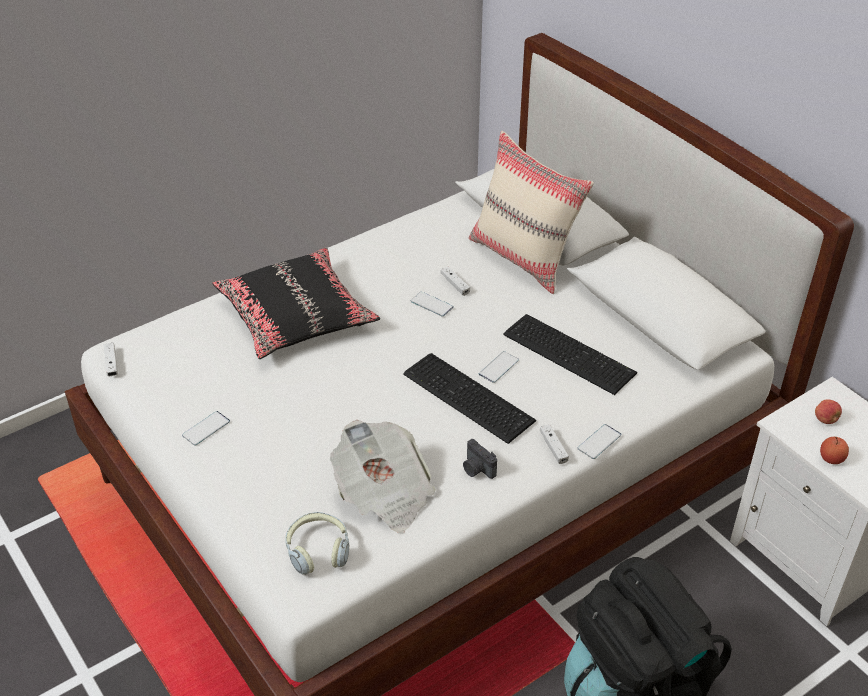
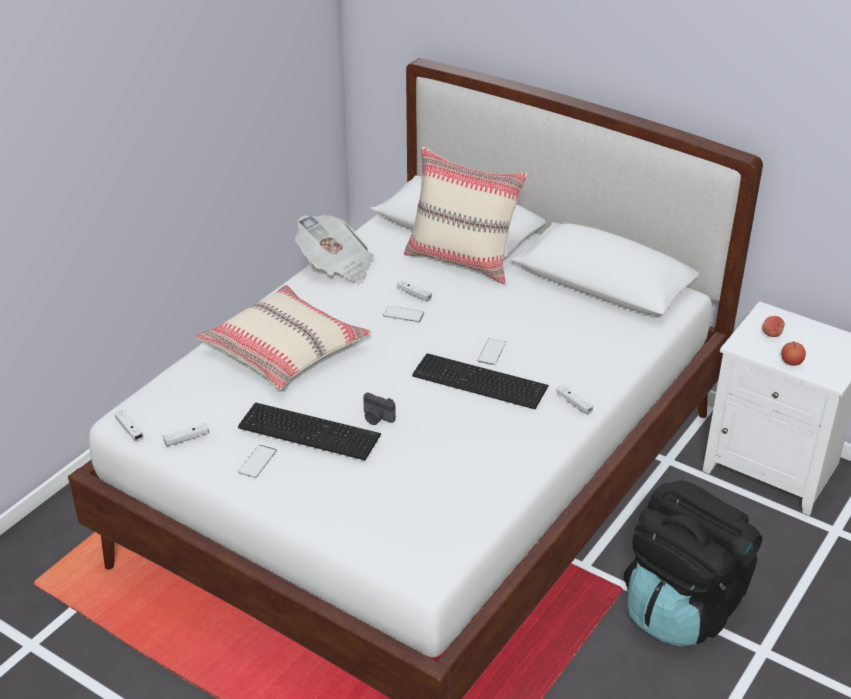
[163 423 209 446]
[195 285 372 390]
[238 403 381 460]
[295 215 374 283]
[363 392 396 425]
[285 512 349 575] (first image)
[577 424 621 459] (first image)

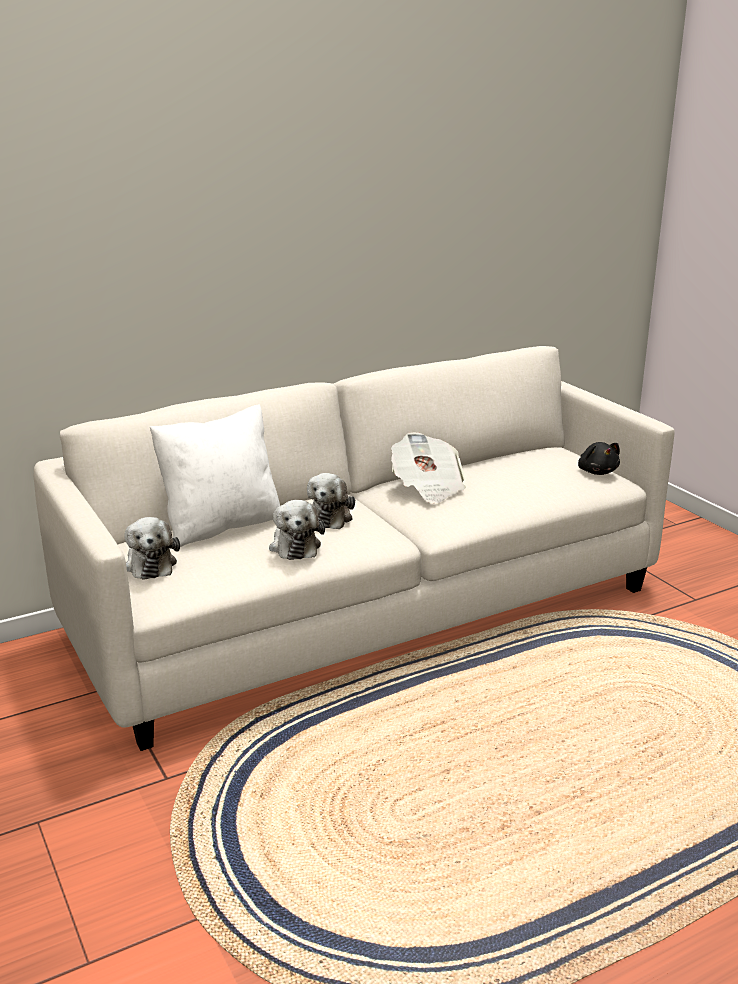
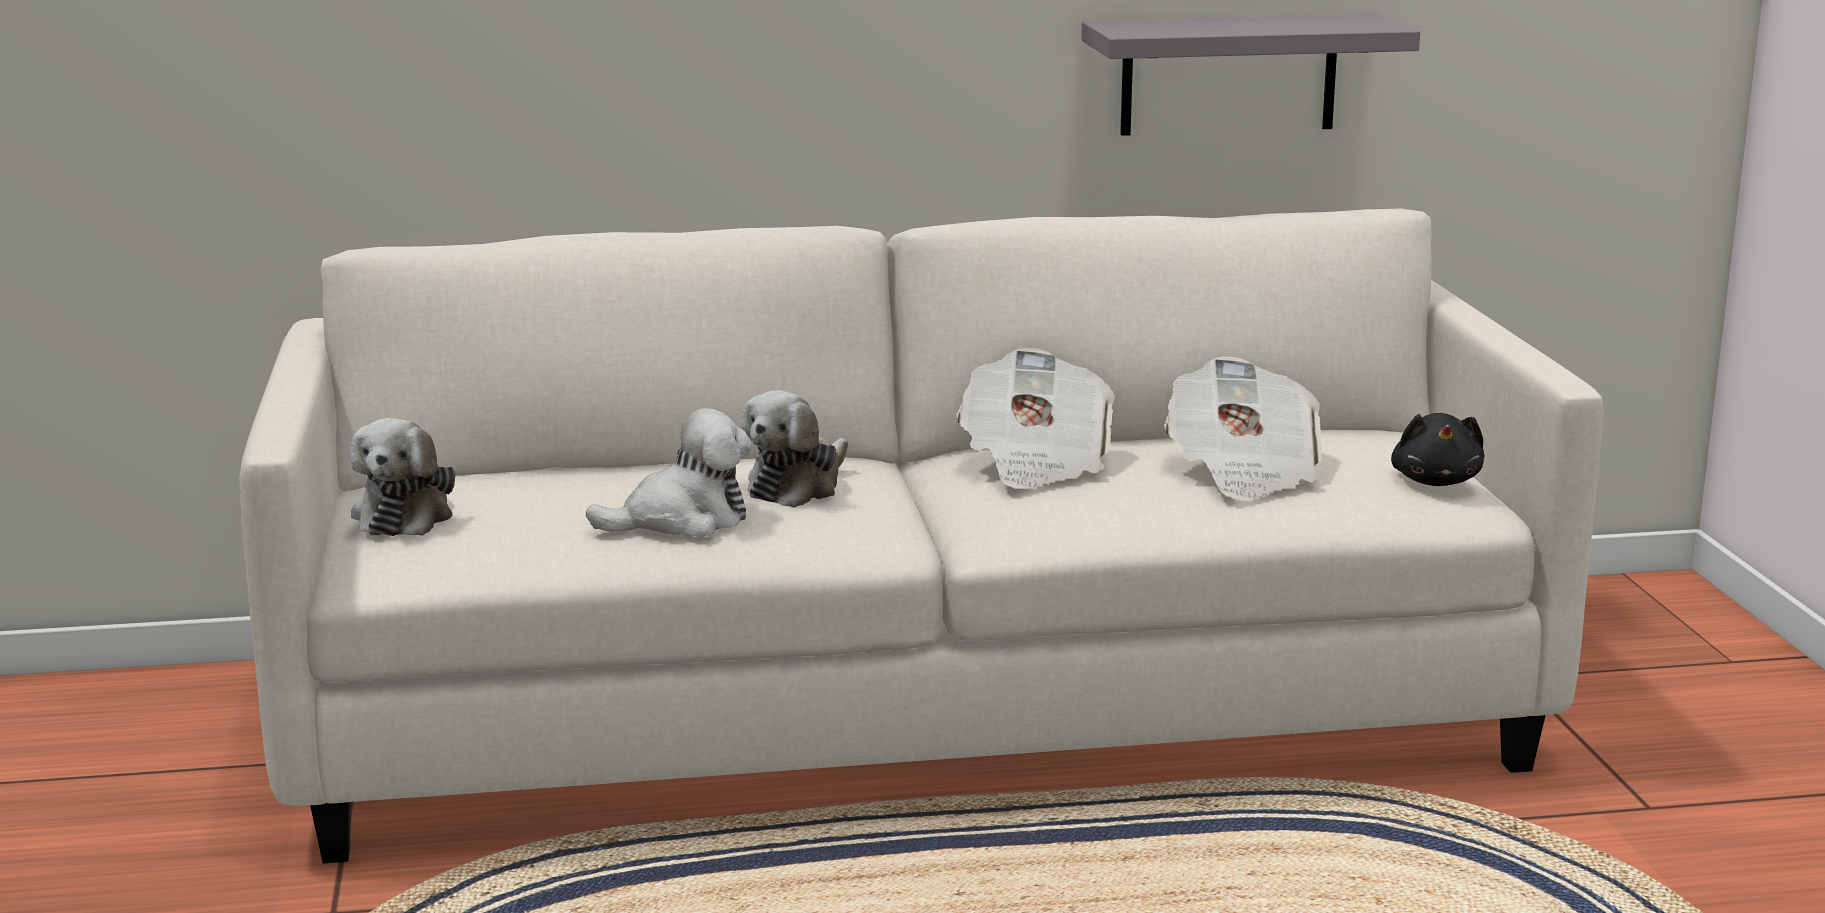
[586 408 753 537]
[1081 15 1420 136]
[1164 356 1322 500]
[150 405 280 547] (first image)

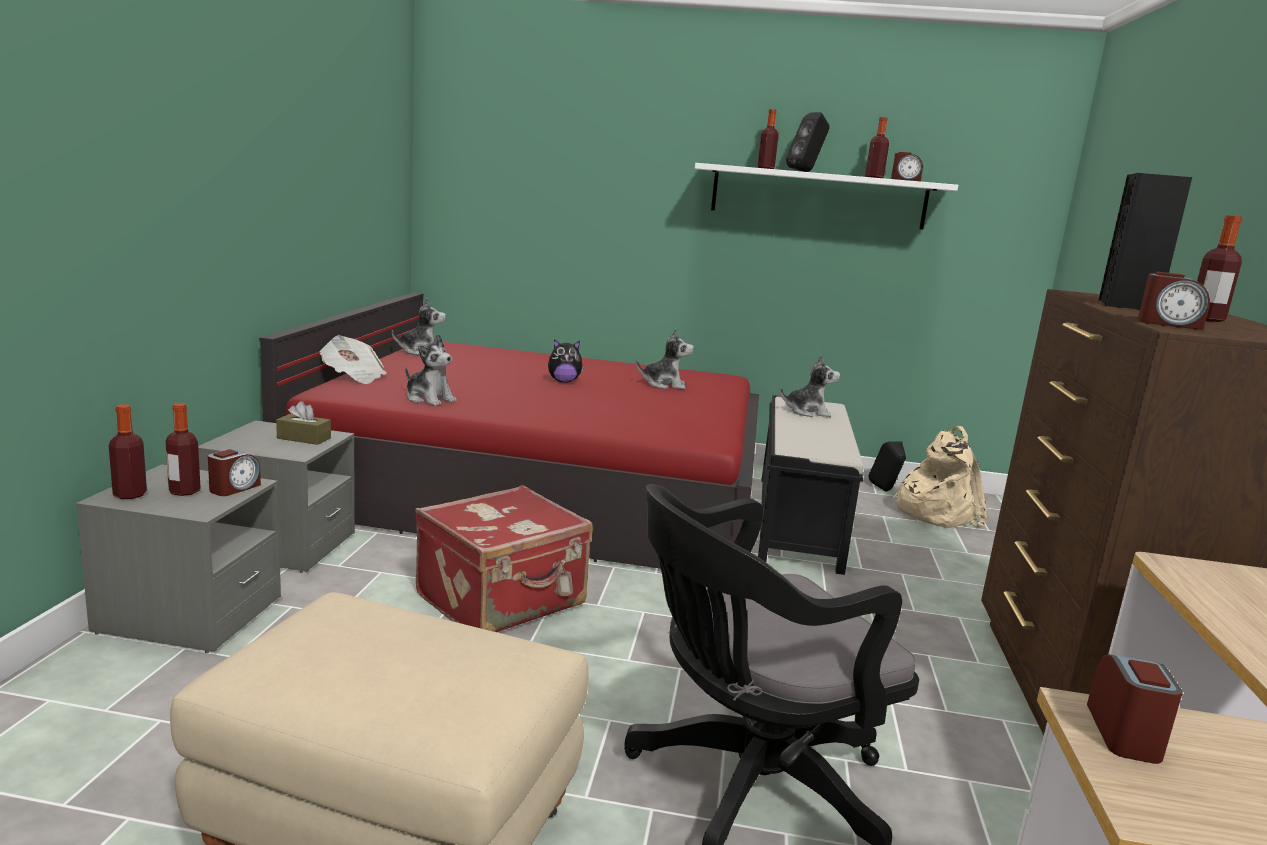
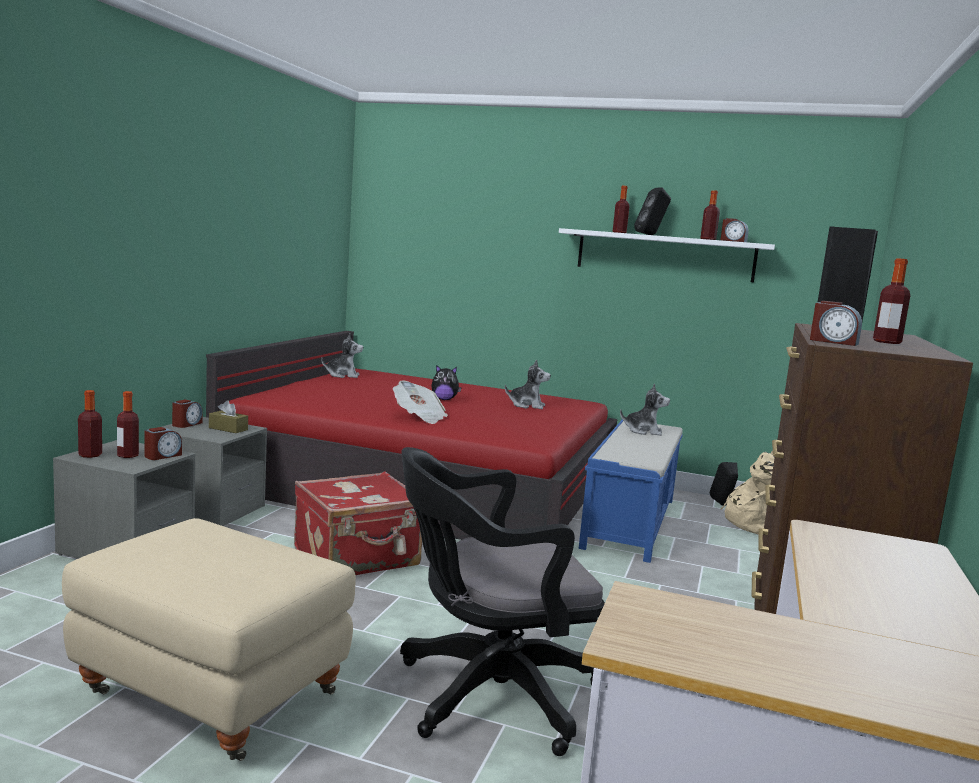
[172 399 203 428]
[393 381 448 424]
[579 420 683 563]
[405 334 457 406] (first image)

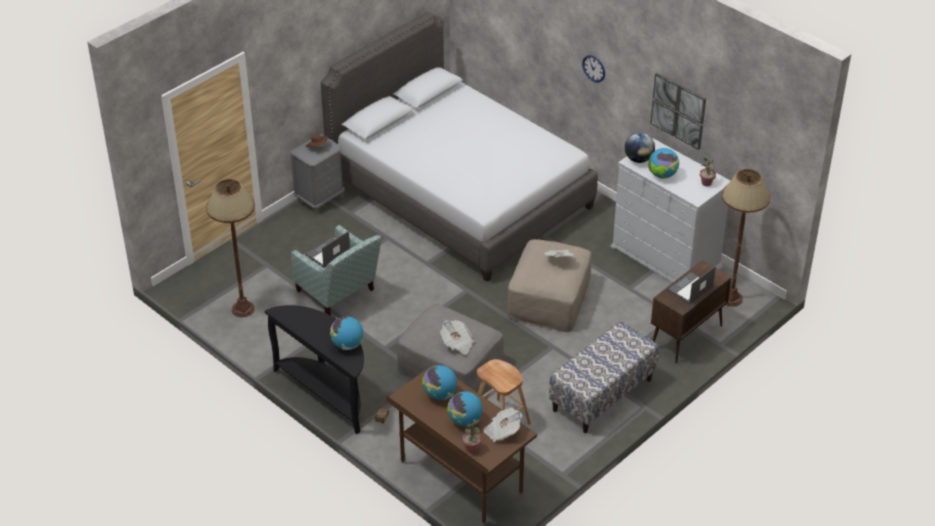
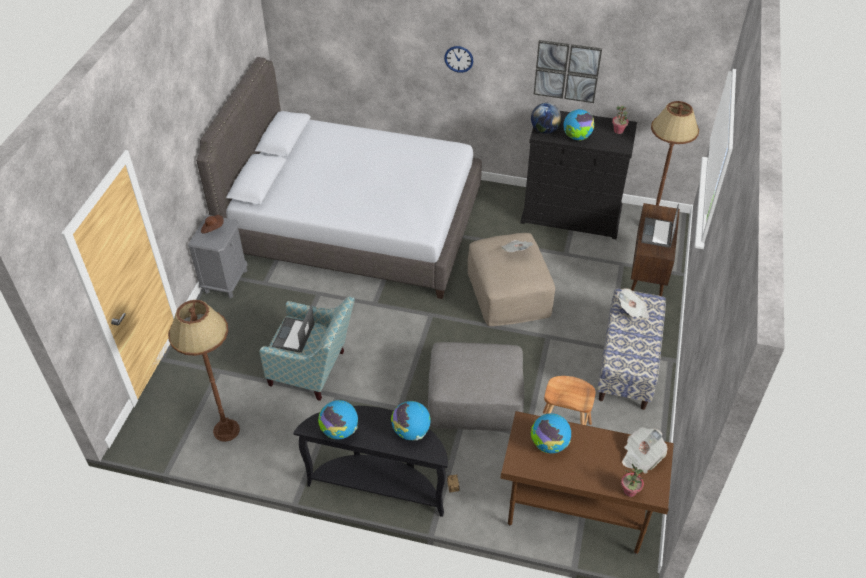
[318 400 358 439]
[520 111 637 239]
[617 288 650 319]

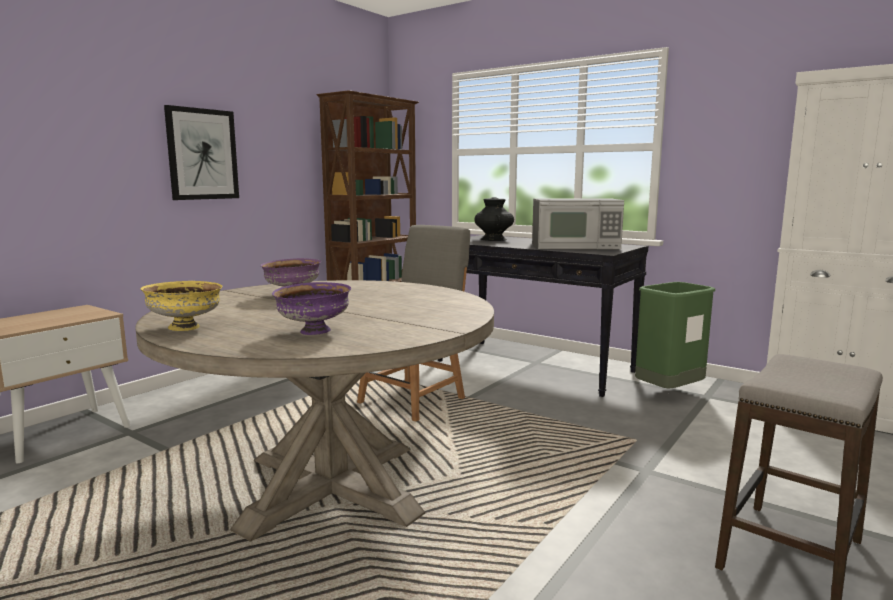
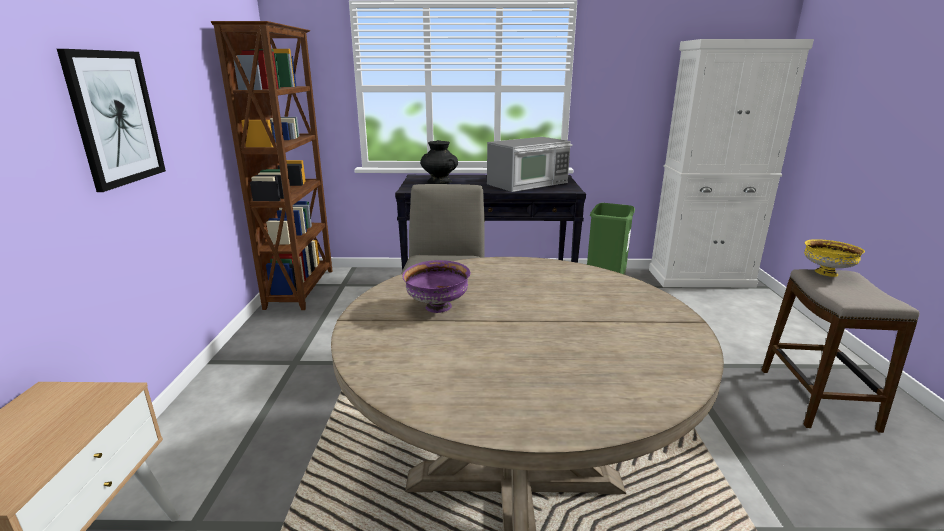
[804 239 865 277]
[272 282 351 335] (first image)

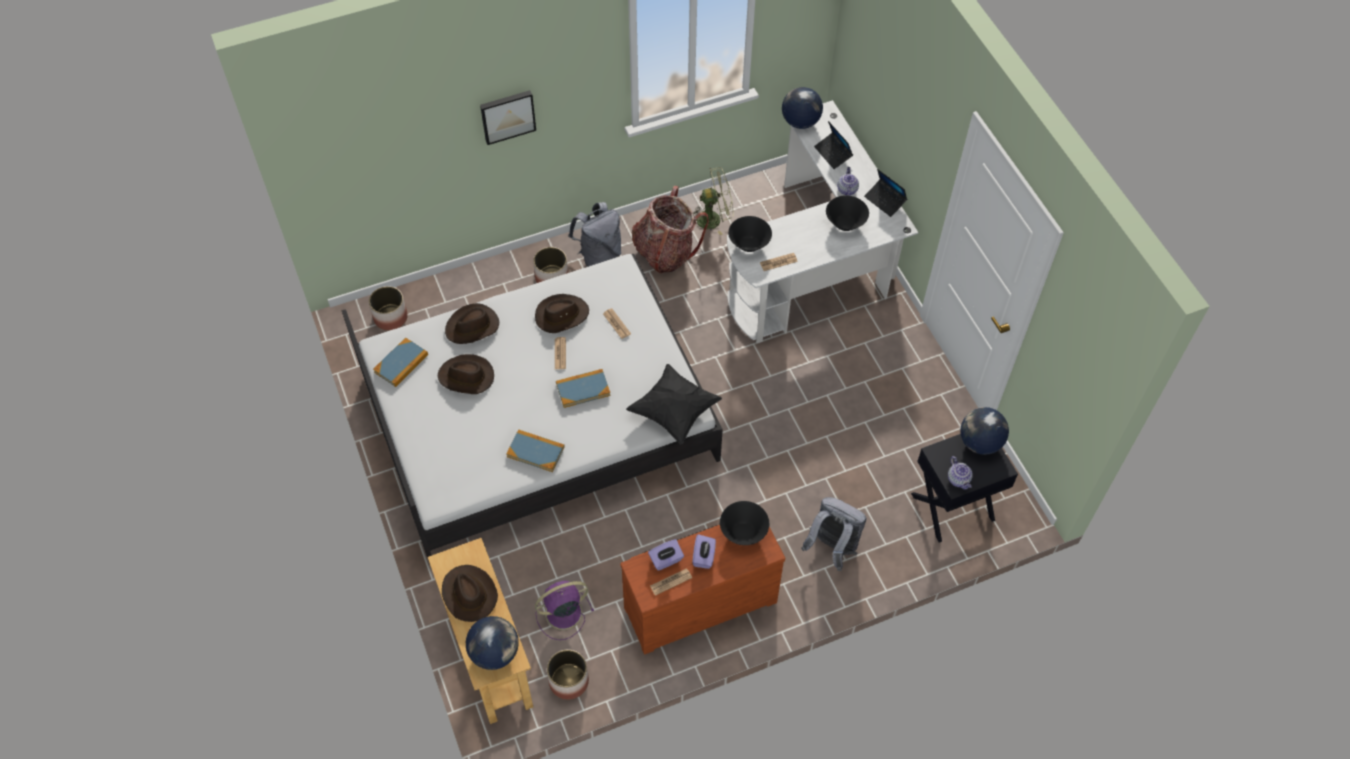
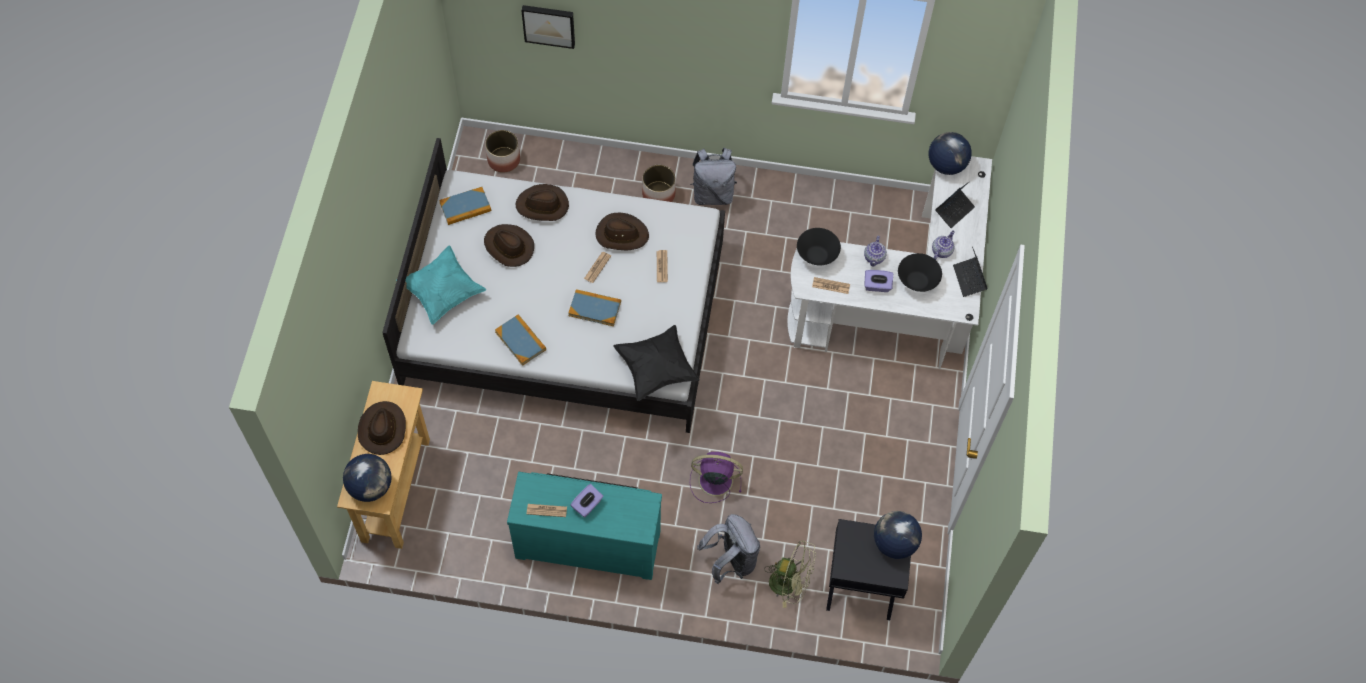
[396 245 486 325]
[507 472 662 580]
[521 5 575 49]
[690 452 743 503]
[764 540 816 608]
[864 236 887 267]
[864 270 893 292]
[935 181 975 228]
[547 650 589 700] (first image)
[632 186 709 274] (first image)
[720 501 769 545] (first image)

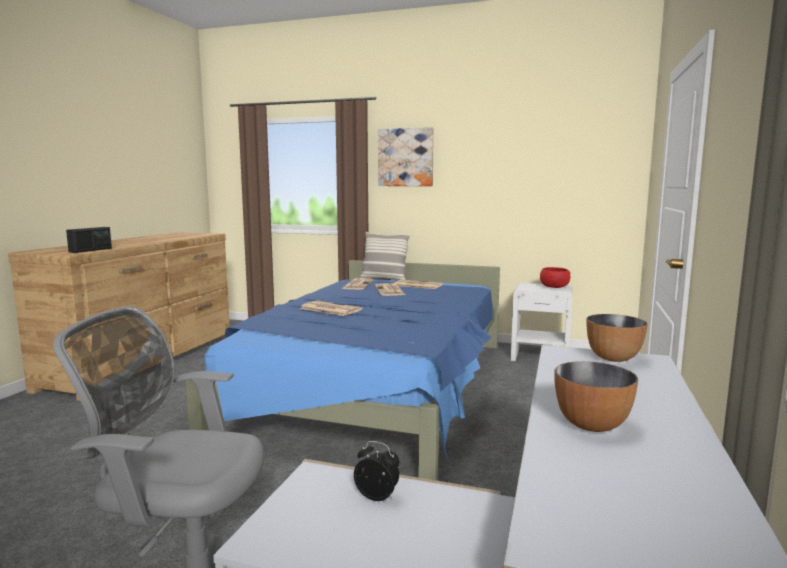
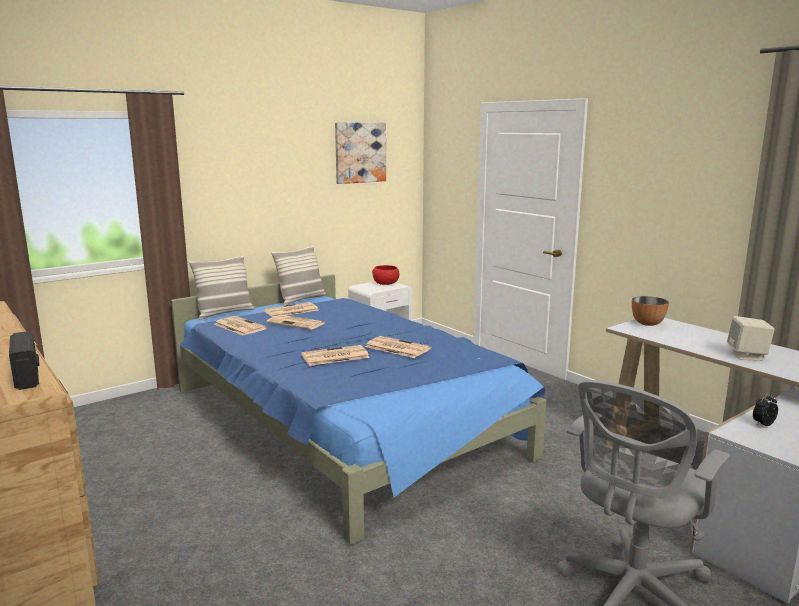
[271 246 326 306]
[335 122 386 184]
[365 336 431 358]
[727 316 775 361]

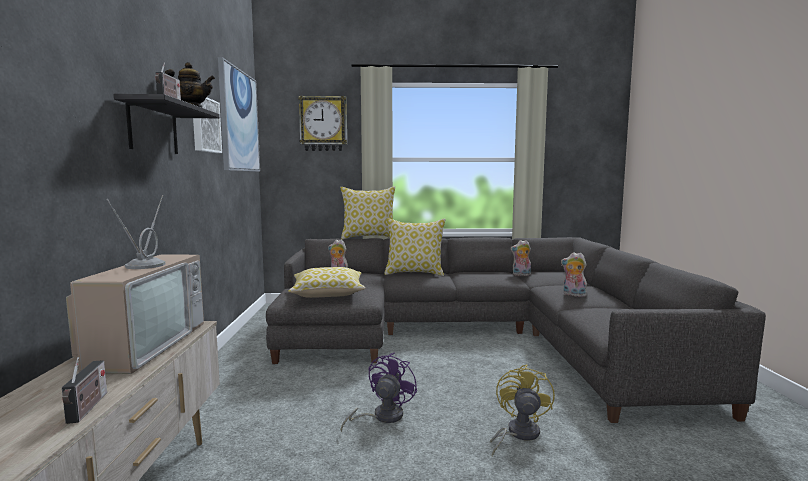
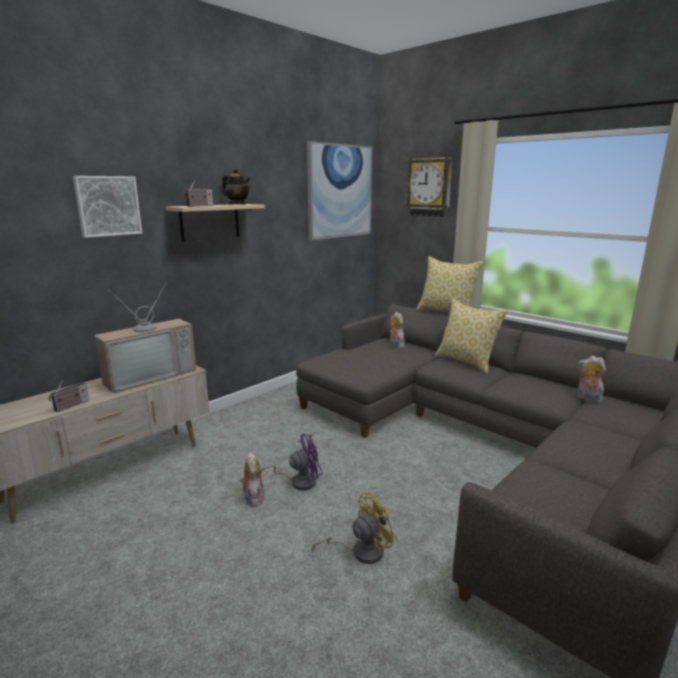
[73 176 142 238]
[166 204 265 242]
[240 452 264 507]
[288 267 366 298] (first image)

